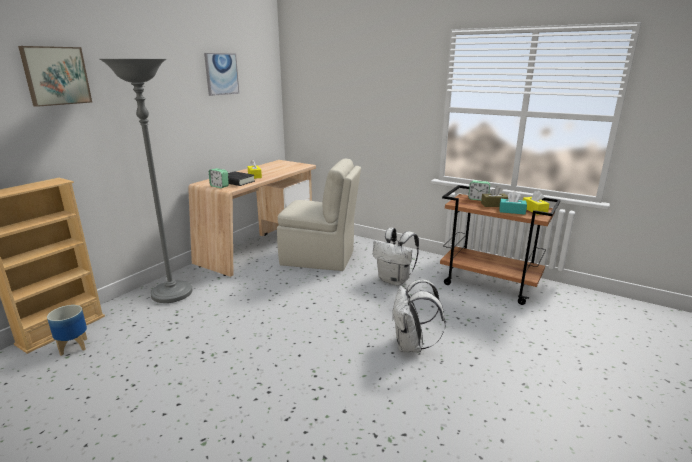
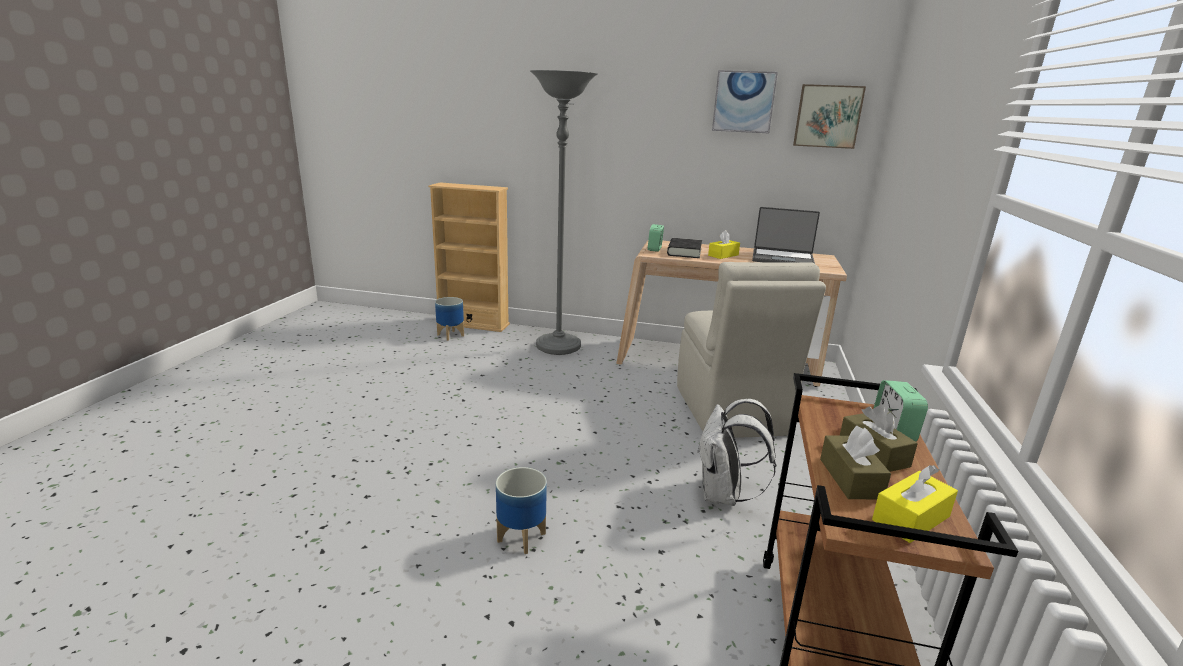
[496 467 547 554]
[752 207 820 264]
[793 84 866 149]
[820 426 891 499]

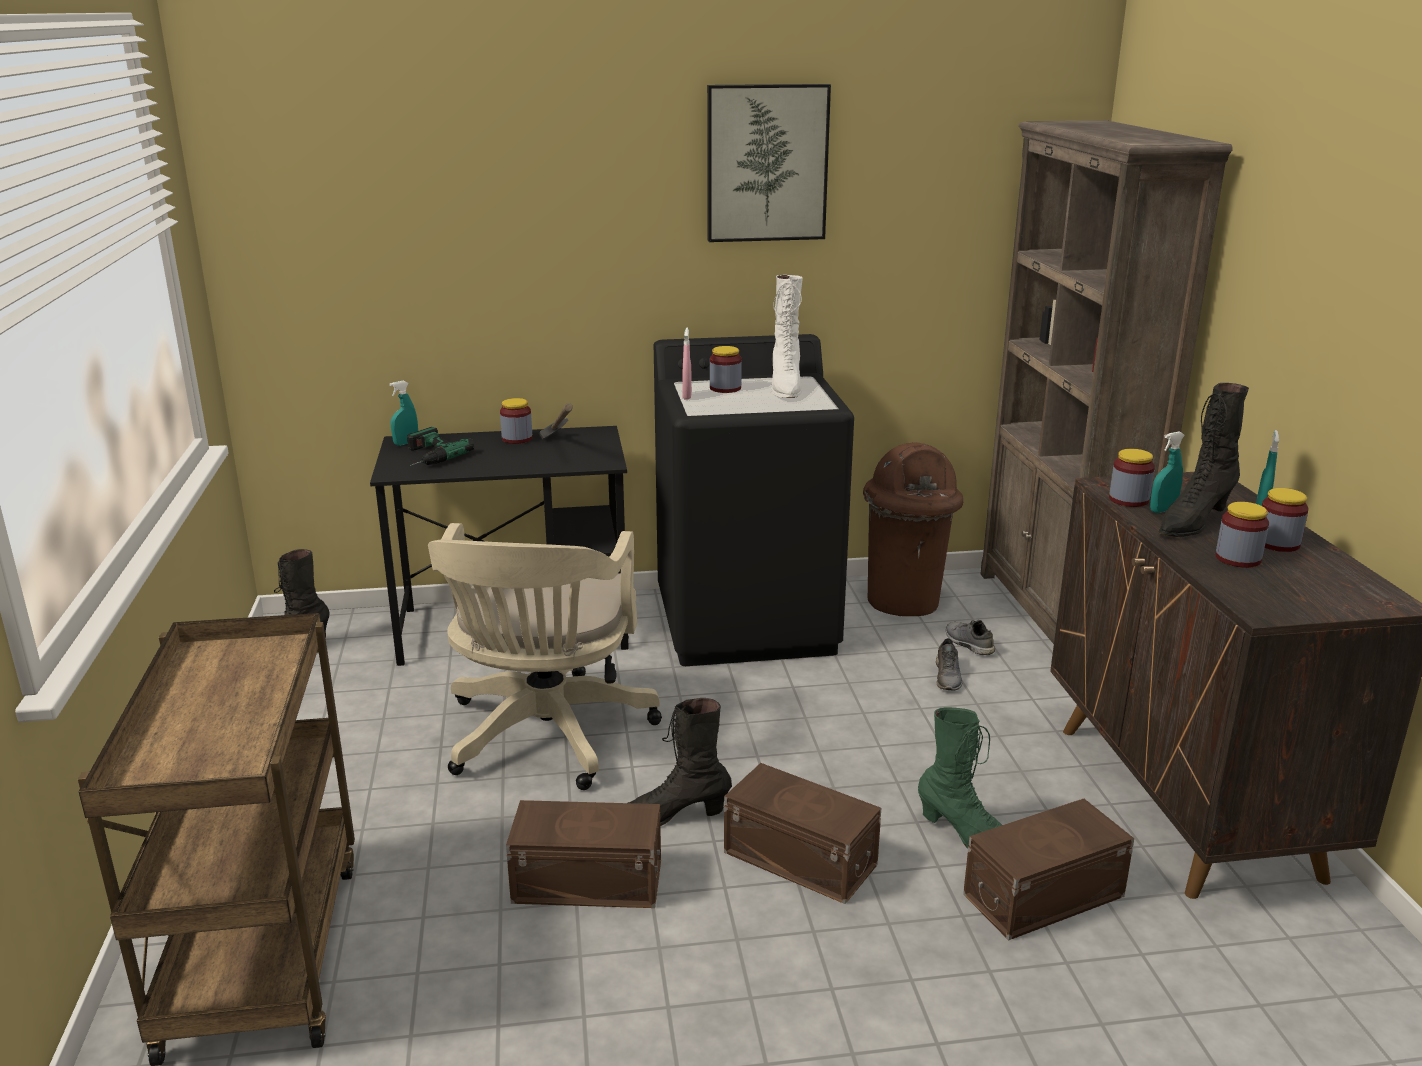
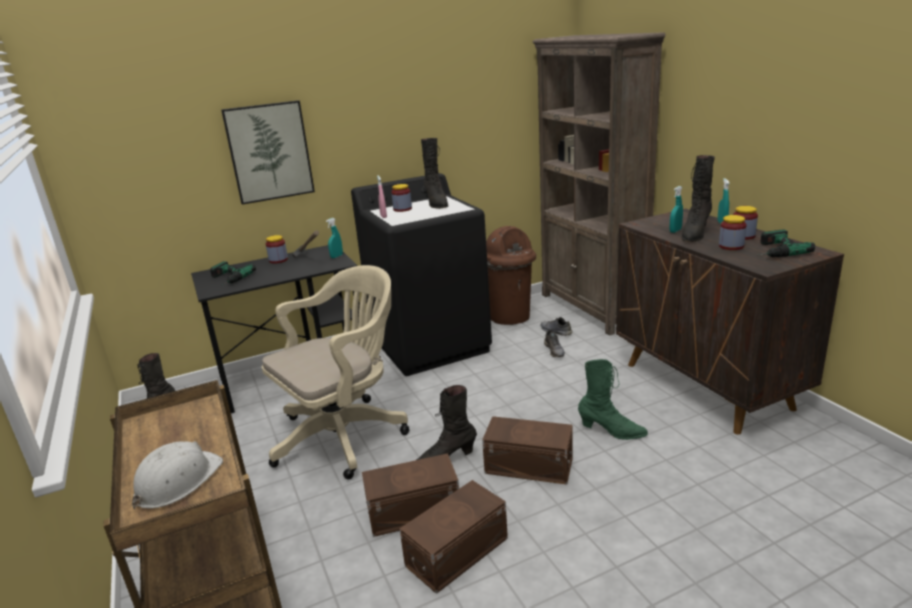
[132 441 223 510]
[221 100 315 205]
[262 265 409 480]
[326 218 343 258]
[400 480 508 594]
[421 138 448 209]
[757 229 815 257]
[1109 449 1155 507] (first image)

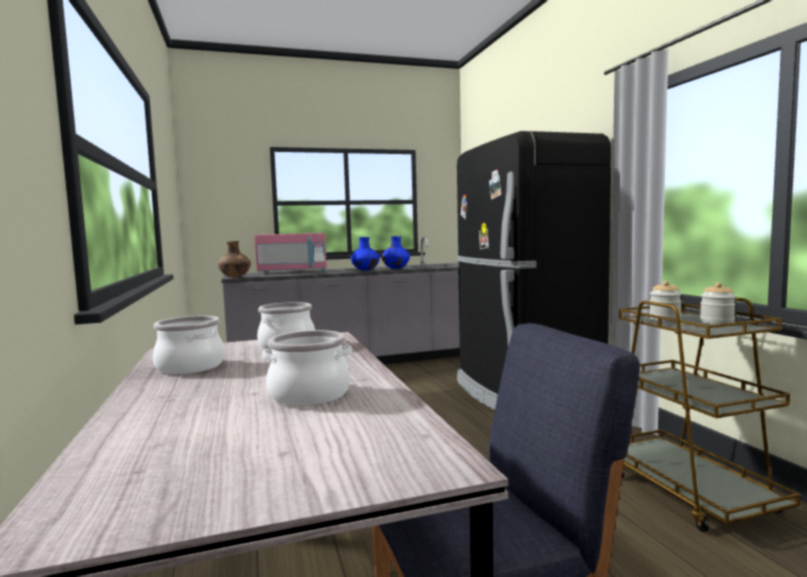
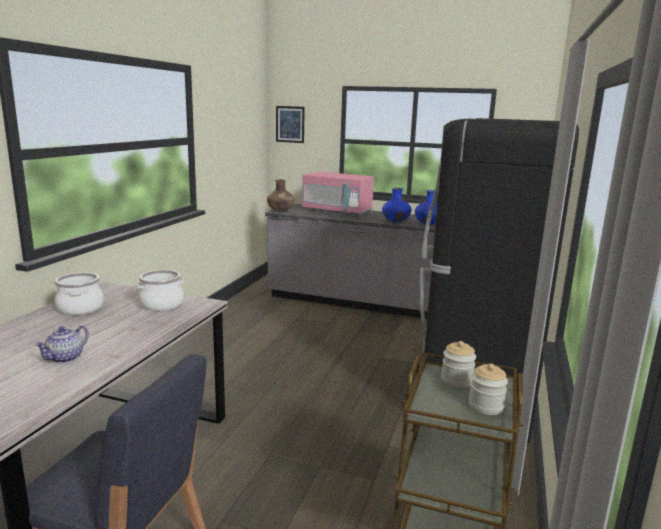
[35 326 89 363]
[276 106 305 143]

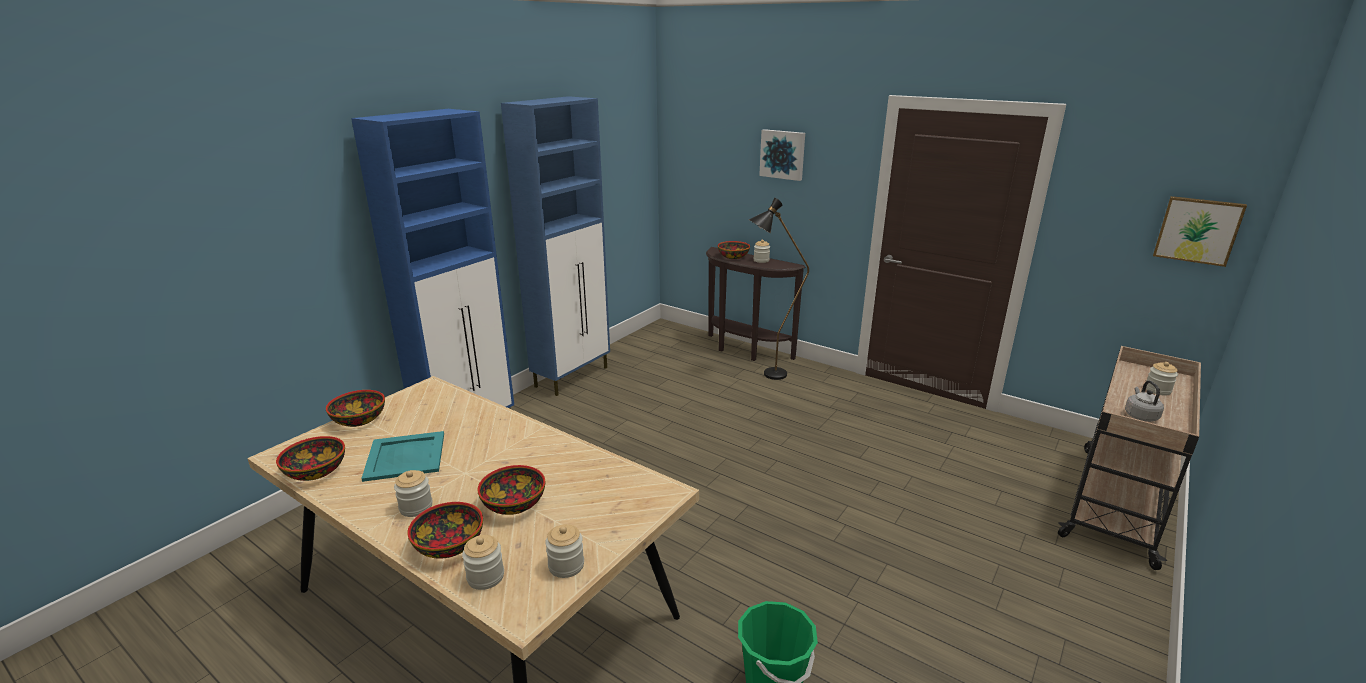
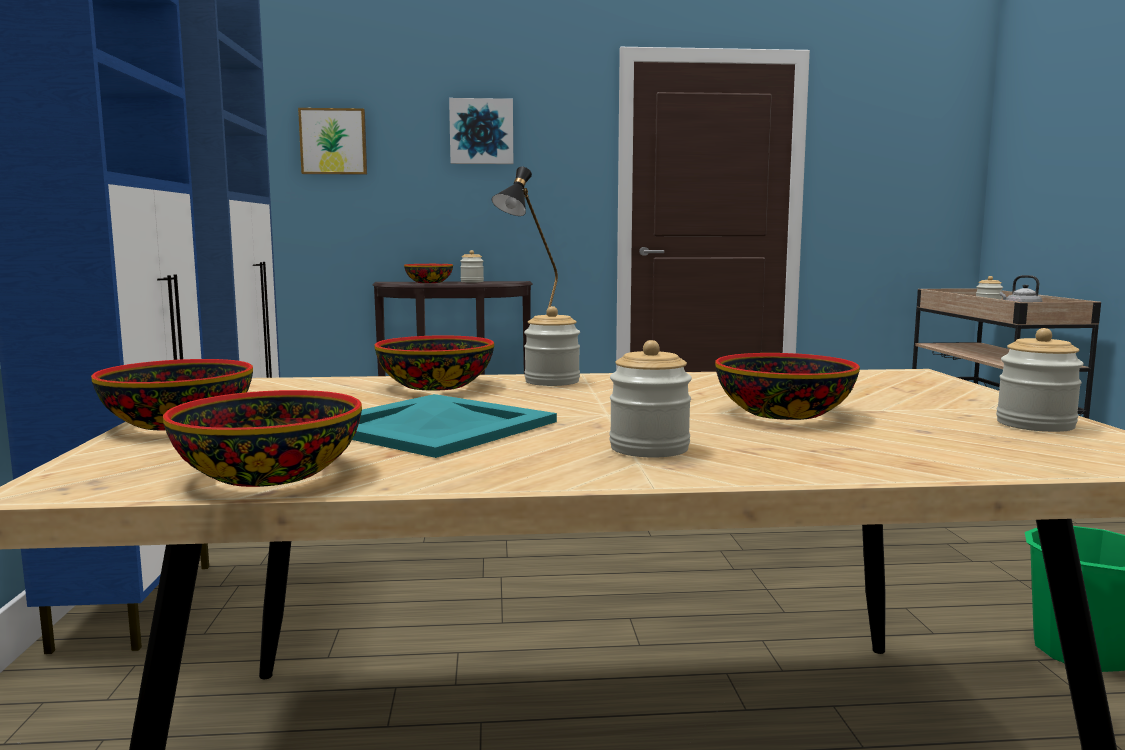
[298 108 367 175]
[374 335 494 391]
[524 306 580 386]

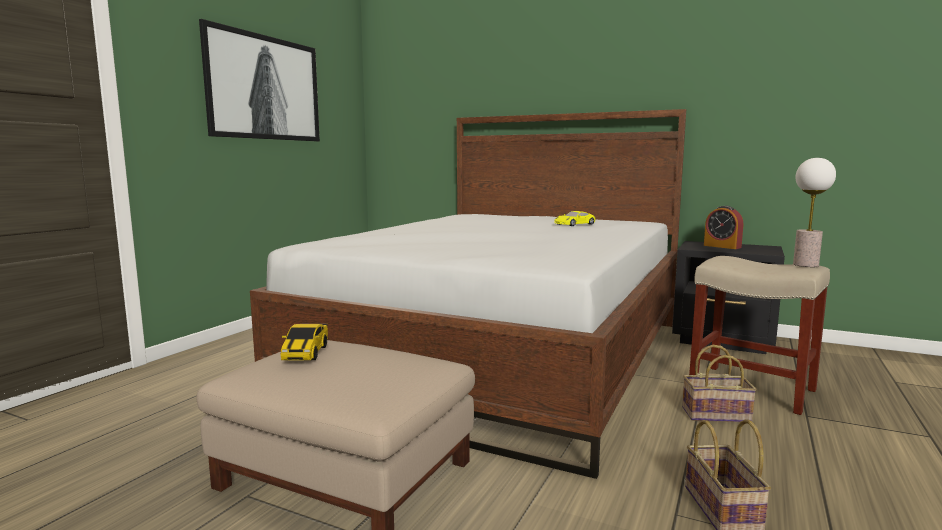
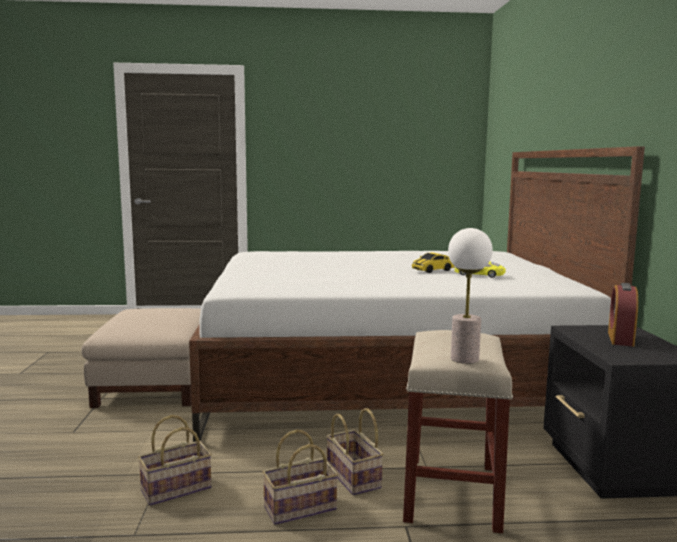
[262 430 338 525]
[412 252 455 273]
[199 19 320 141] (first image)

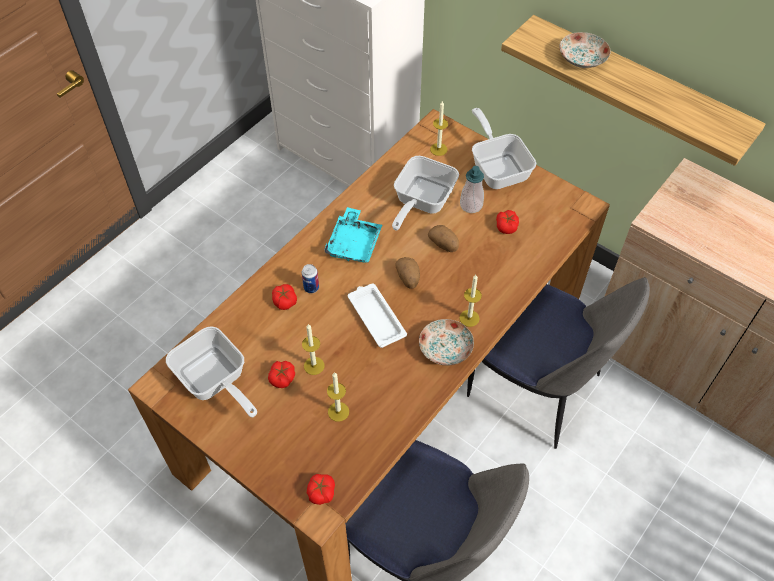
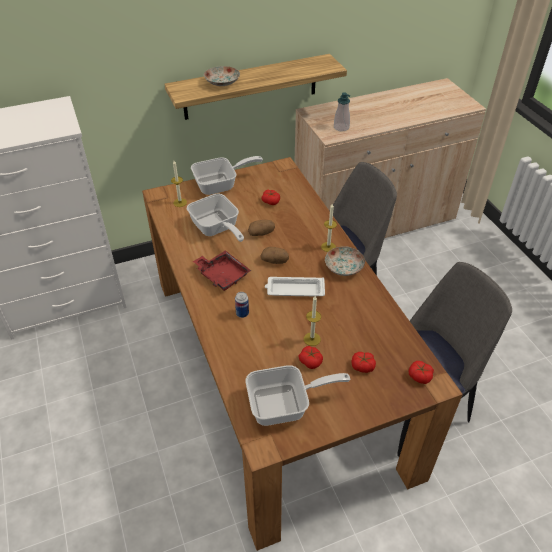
[191 156 263 195]
[193 250 251 291]
[334 92 350 132]
[352 352 376 373]
[327 372 349 422] (first image)

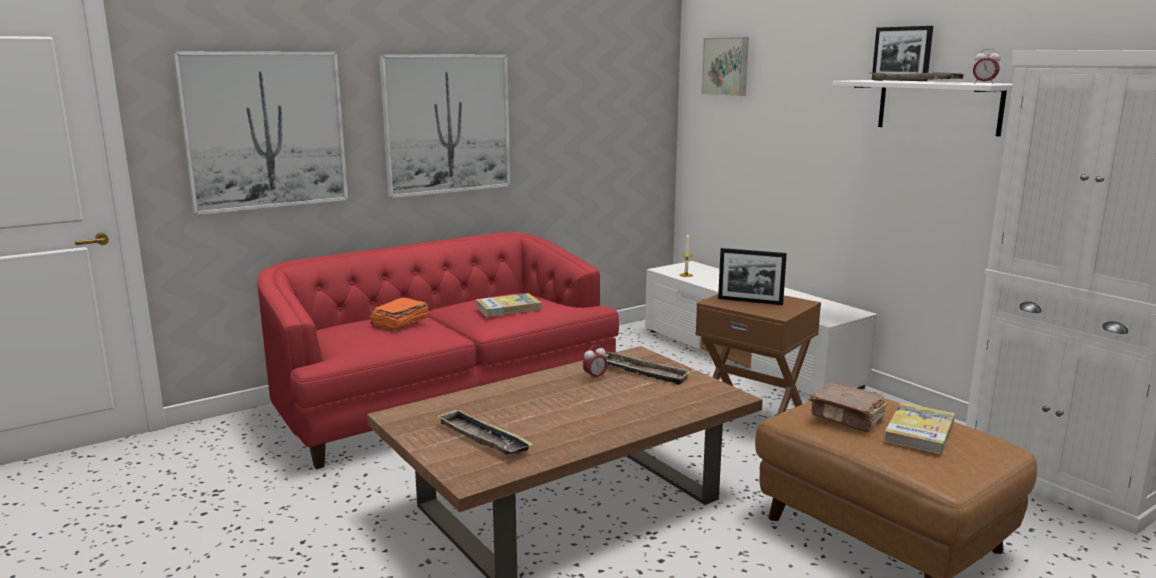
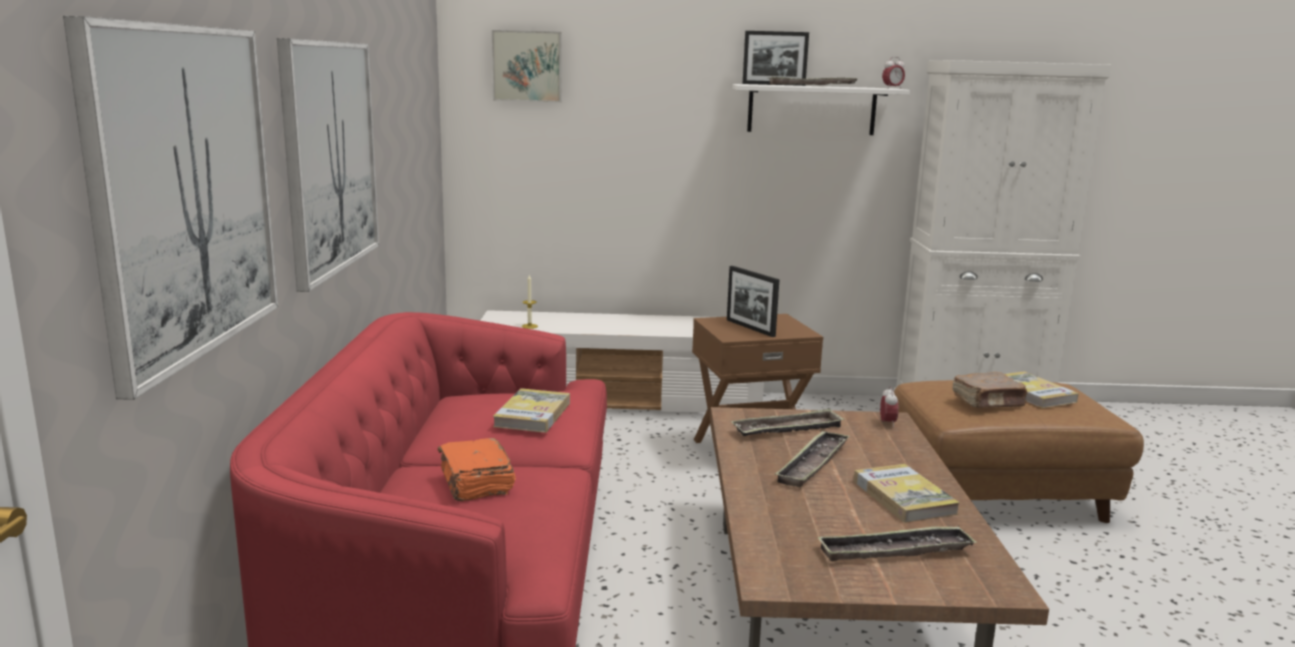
[727 266 779 337]
[775 430 849 487]
[854 464 960 523]
[880 386 899 427]

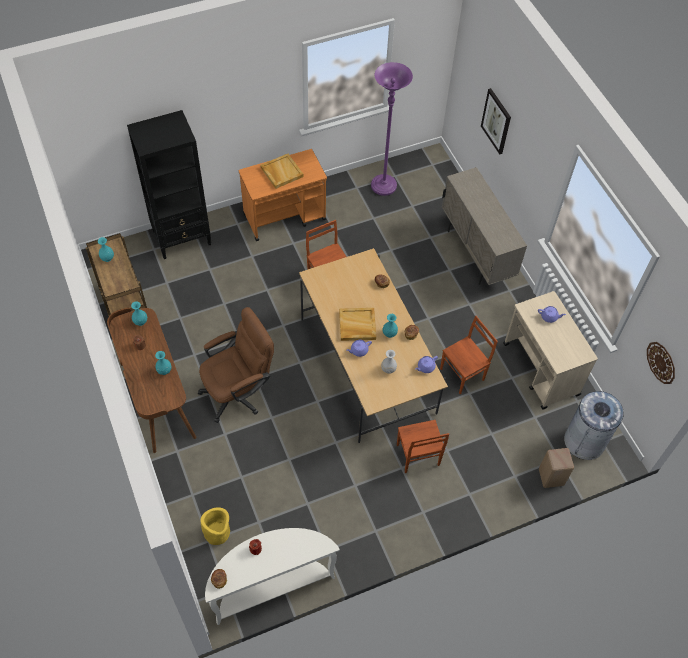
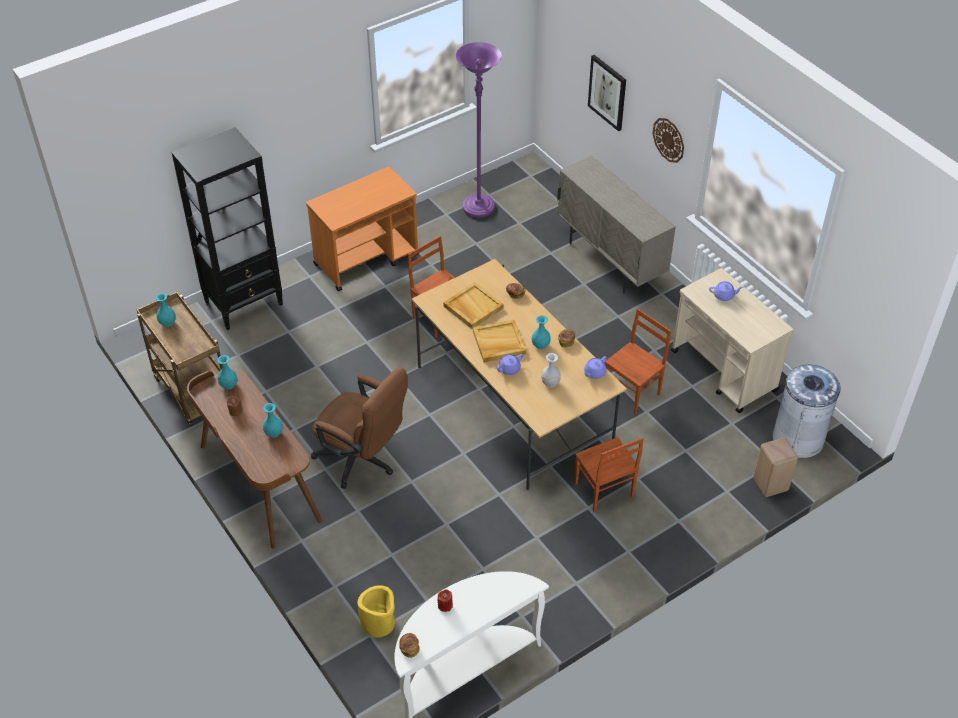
[311 367 408 489]
[443 282 504 329]
[652 118 684 163]

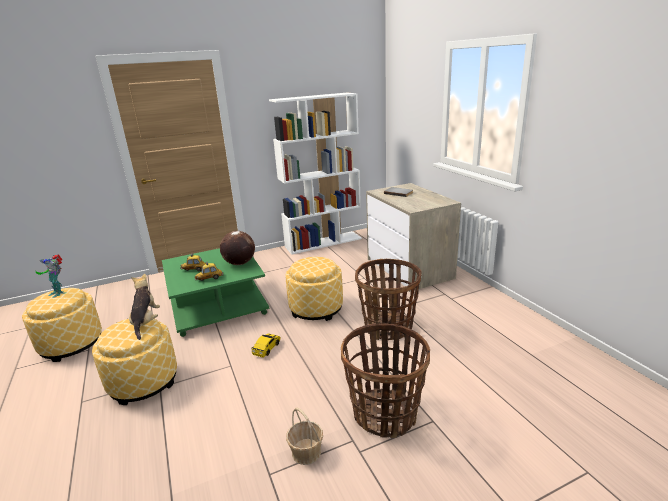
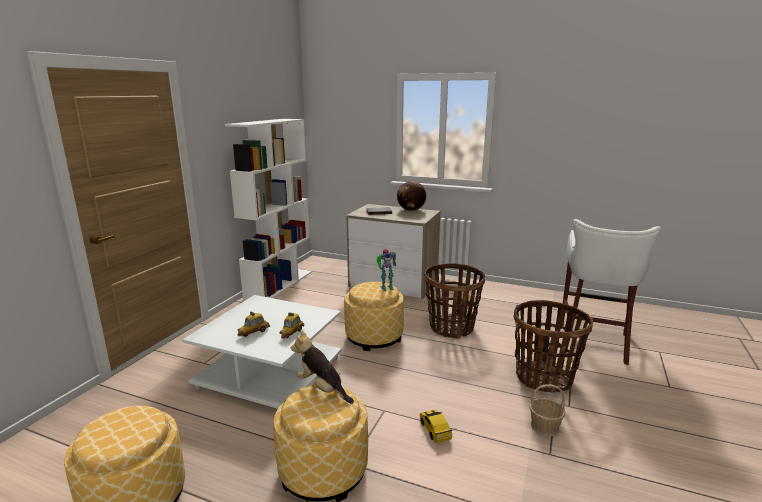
[182 295 342 409]
[377 249 396 291]
[397 181 426 211]
[420 410 452 443]
[562 219 661 365]

